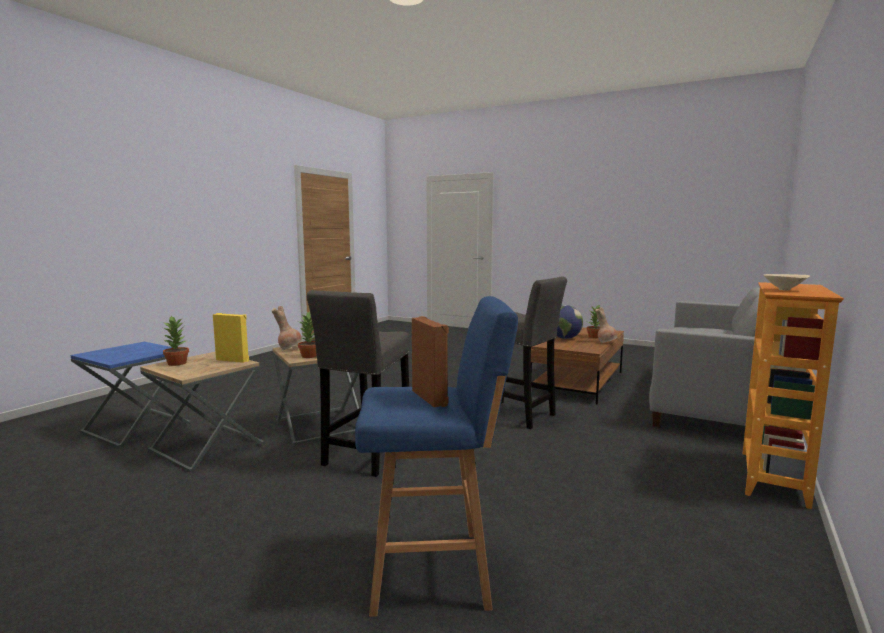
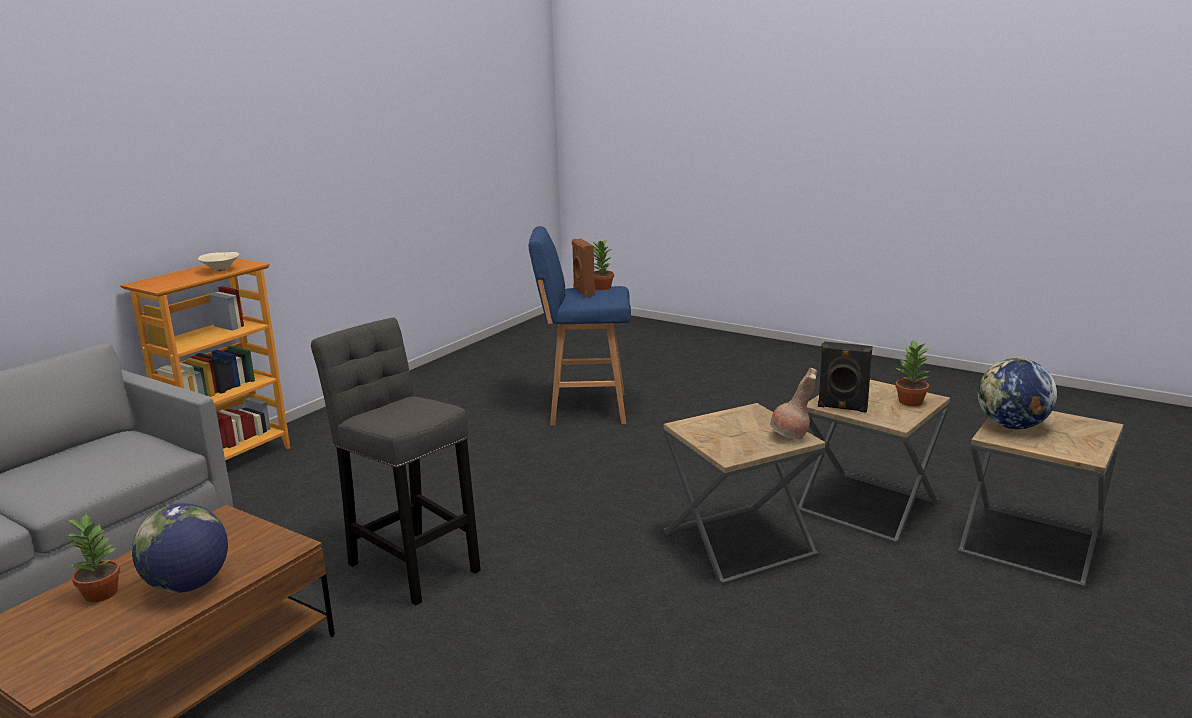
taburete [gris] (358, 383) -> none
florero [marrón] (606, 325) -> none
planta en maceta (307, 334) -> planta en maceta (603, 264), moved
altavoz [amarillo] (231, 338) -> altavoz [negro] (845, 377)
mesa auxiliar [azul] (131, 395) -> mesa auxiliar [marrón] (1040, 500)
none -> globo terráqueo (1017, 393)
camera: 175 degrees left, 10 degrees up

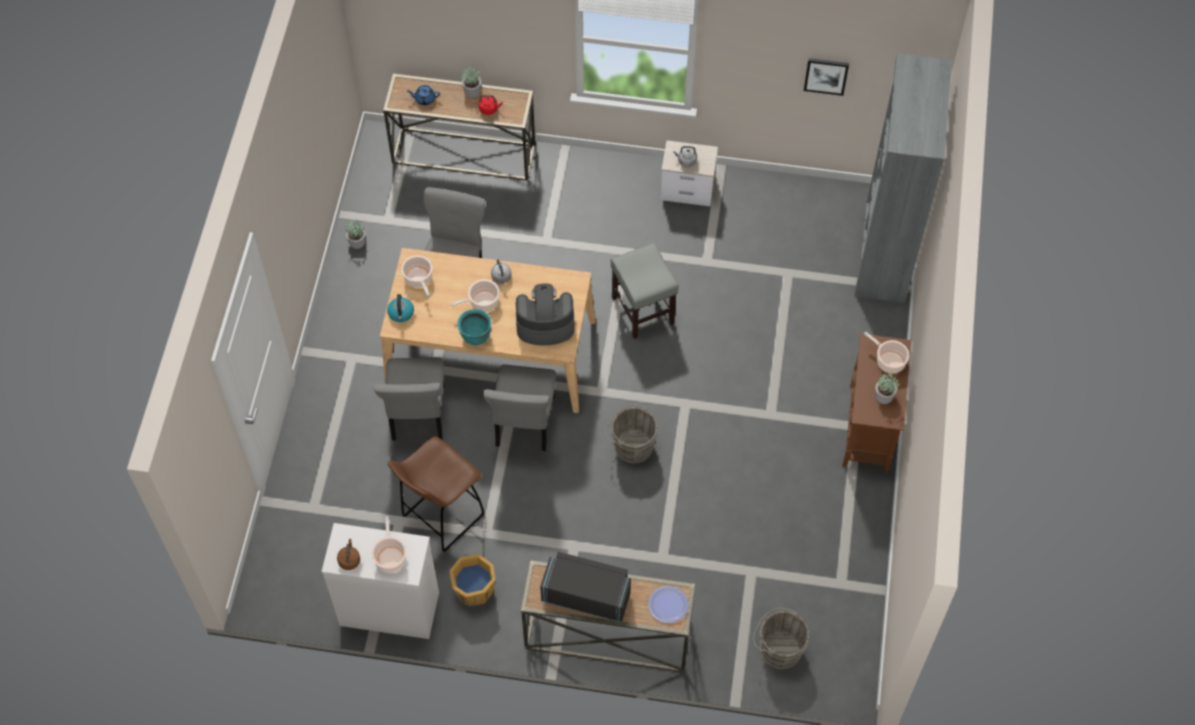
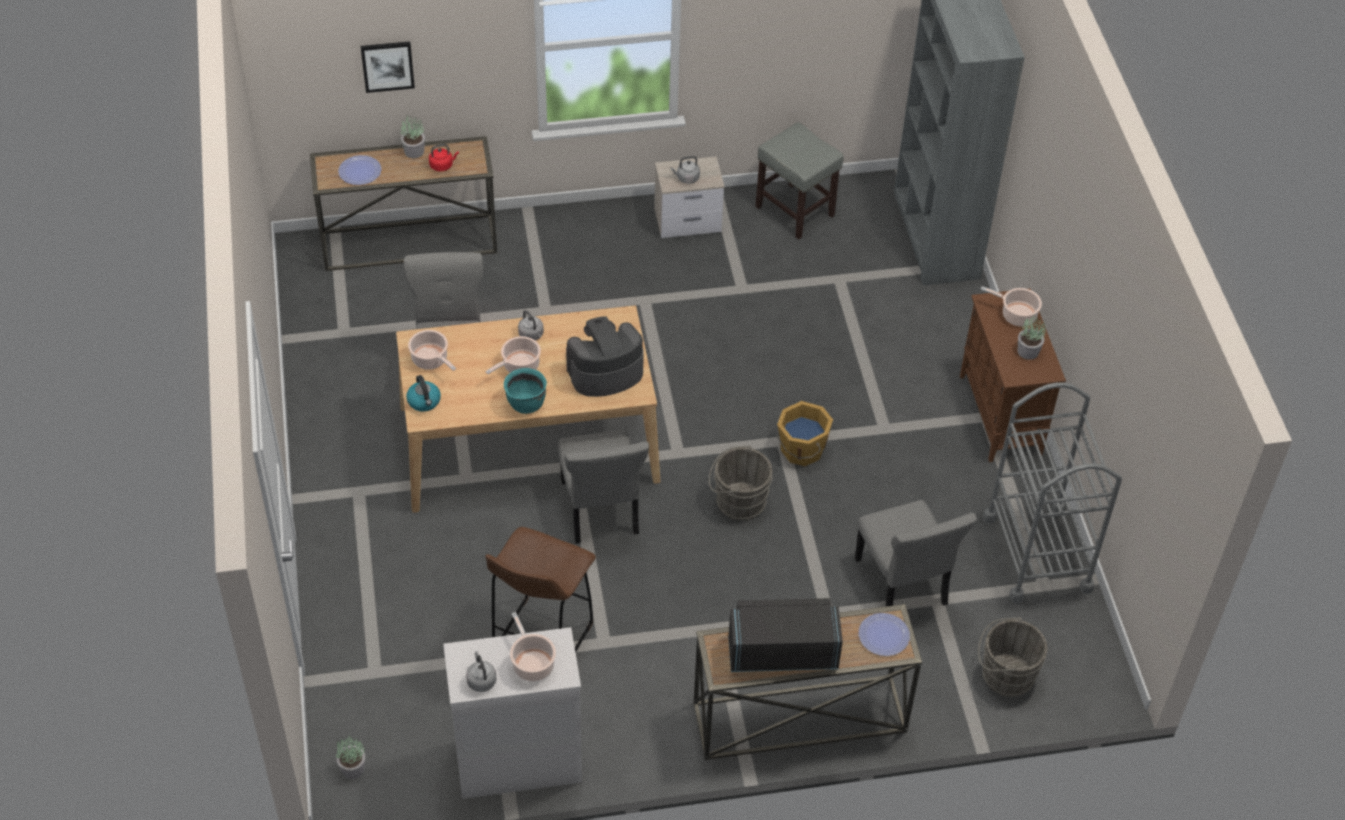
cuadro (826, 77) -> cuadro (388, 67), moved
tetera [azul] (423, 95) -> plato (359, 170)
planta en maceta (355, 234) -> planta en maceta (350, 756), moved
taburete [gris] (645, 291) -> taburete [gris] (799, 180), moved
silla [gris] (409, 399) -> silla [gris] (916, 553), moved
hervidor [marrón] (348, 554) -> hervidor [gris] (481, 671)
cubo [naranja] (472, 580) -> cubo [naranja] (805, 433), moved
none -> carrito [gris] (1052, 492)
camera: 20 degrees left, 10 degrees down

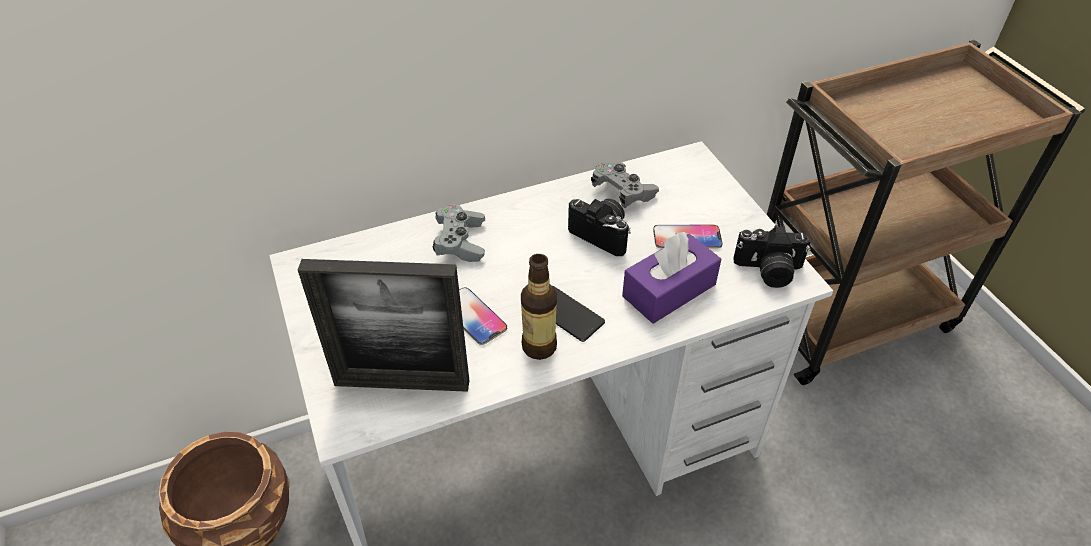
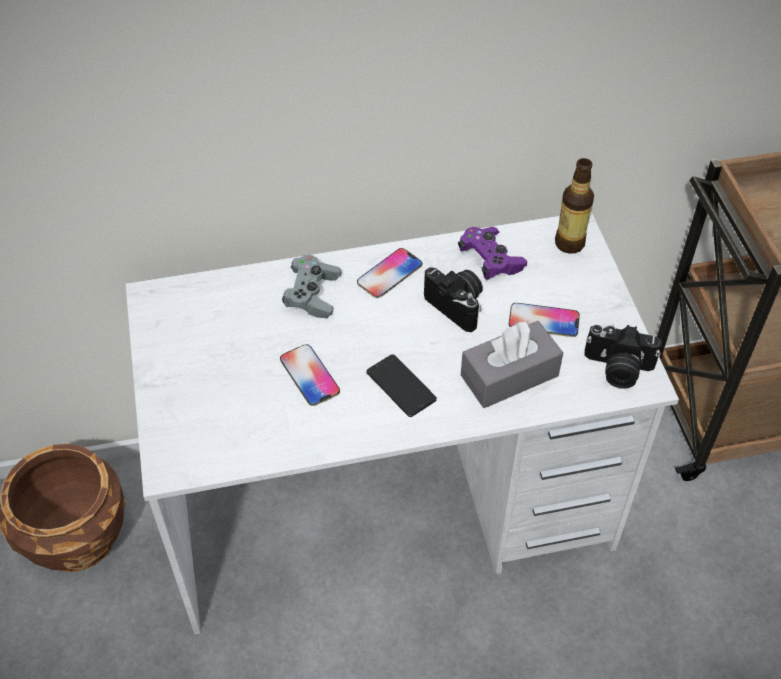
mando de consola [gris] (625, 185) -> mando de consola [morado] (492, 253)
caja de pañuelos [morado] (671, 277) -> caja de pañuelos [gris] (512, 364)
botella (539, 307) -> botella (574, 206), moved
portarretratos (383, 325) -> none
none -> móvil (389, 273)
camera: 10 degrees right, 5 degrees up

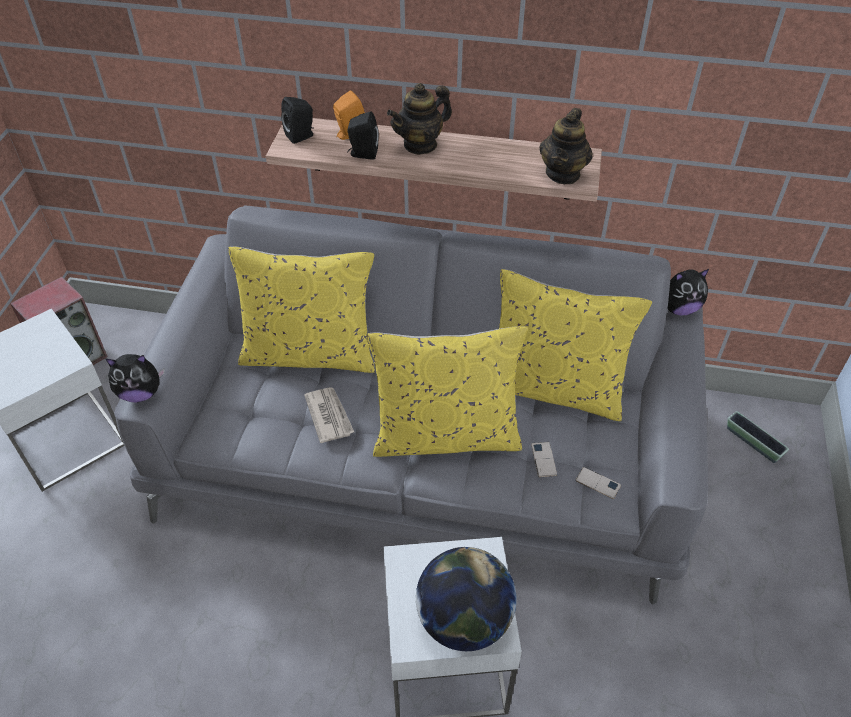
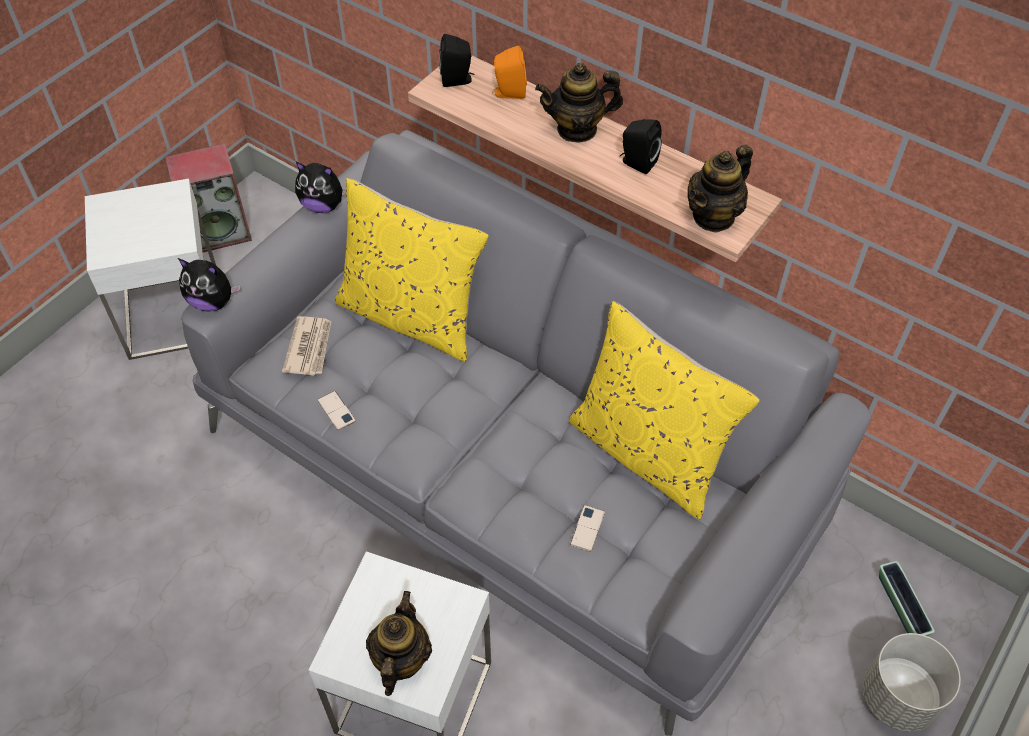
altavoz [negro] (363, 136) -> altavoz [negro] (641, 146), moved
peluche (688, 292) -> peluche (320, 187), moved
cojín [amarillo] (447, 391) -> none
periódico (329, 415) -> periódico (307, 346), moved
móvil (598, 483) -> móvil (336, 411), moved
globo terráqueo (466, 599) -> tetera (399, 643)
none -> maceta [gris] (912, 682)
camera: 25 degrees right, 5 degrees up

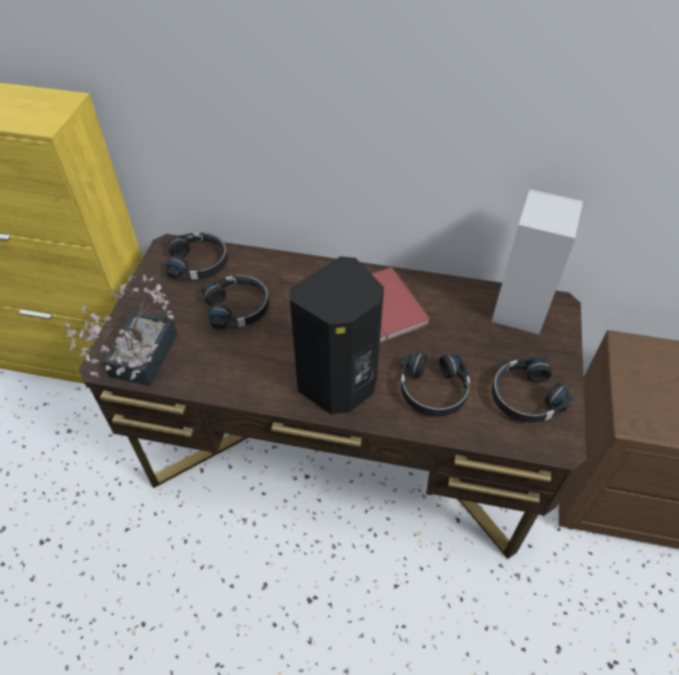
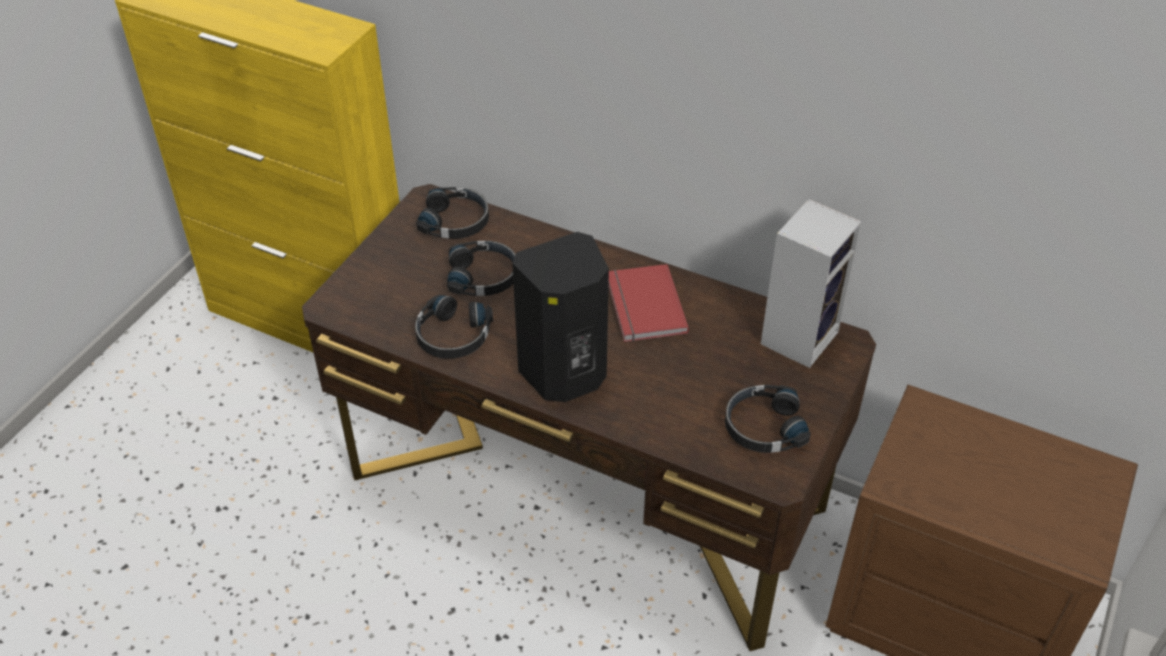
planta en maceta (121, 330) -> none
auriculares [negro] (435, 385) -> auriculares [negro] (454, 326), moved
camera: 15 degrees right, 5 degrees down

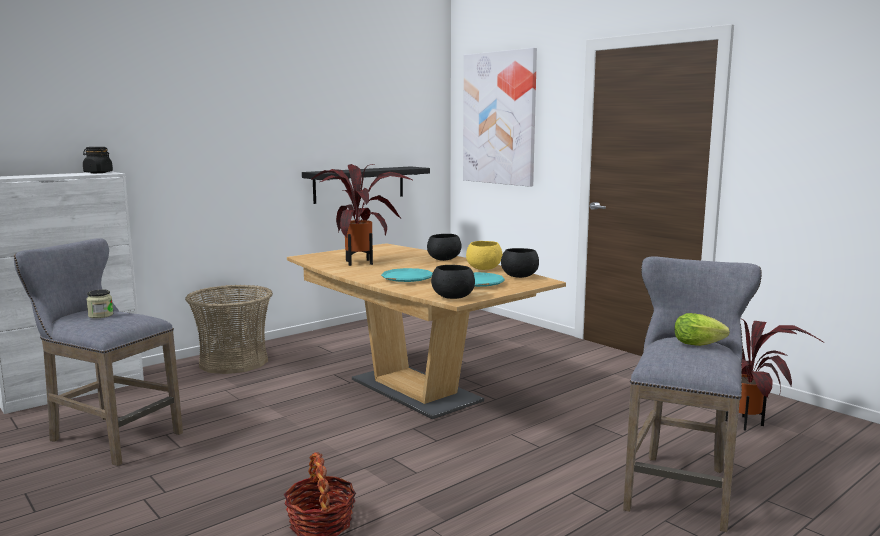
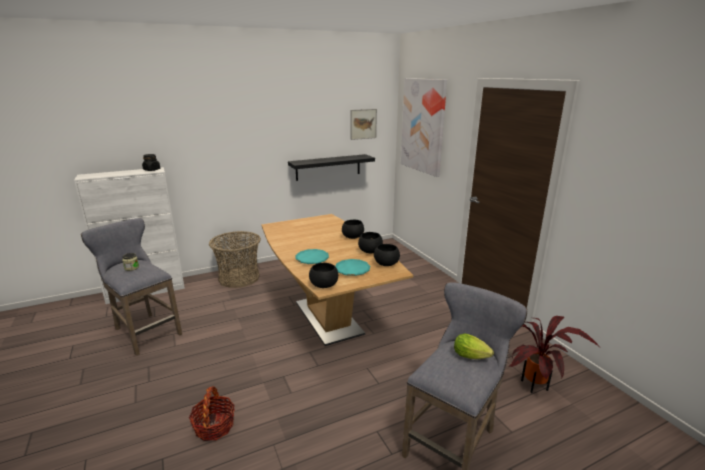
planta en maceta (361, 215) -> none
cuenco [amarillo] (484, 255) -> cuenco [negro] (370, 242)
none -> cuadro (363, 124)
camera: 15 degrees right, 10 degrees up

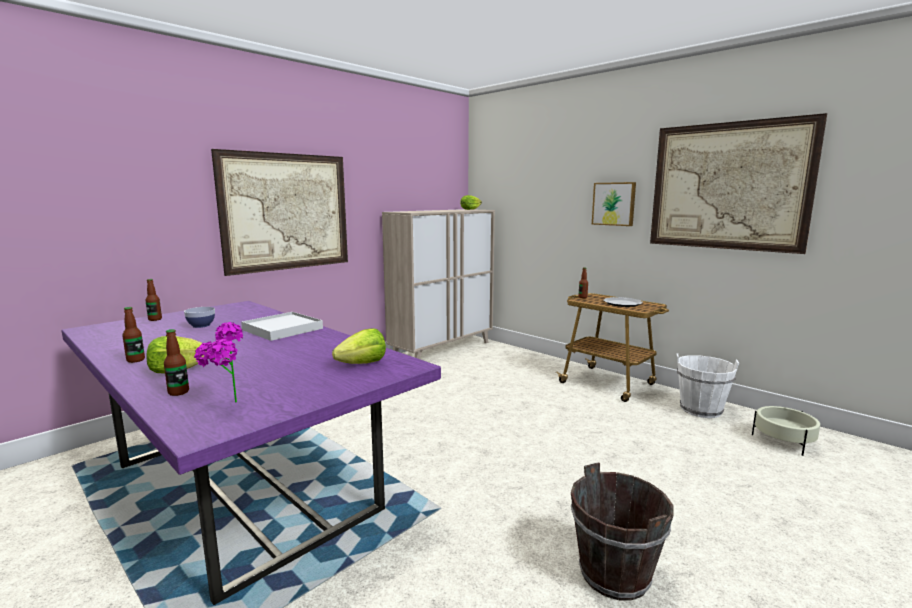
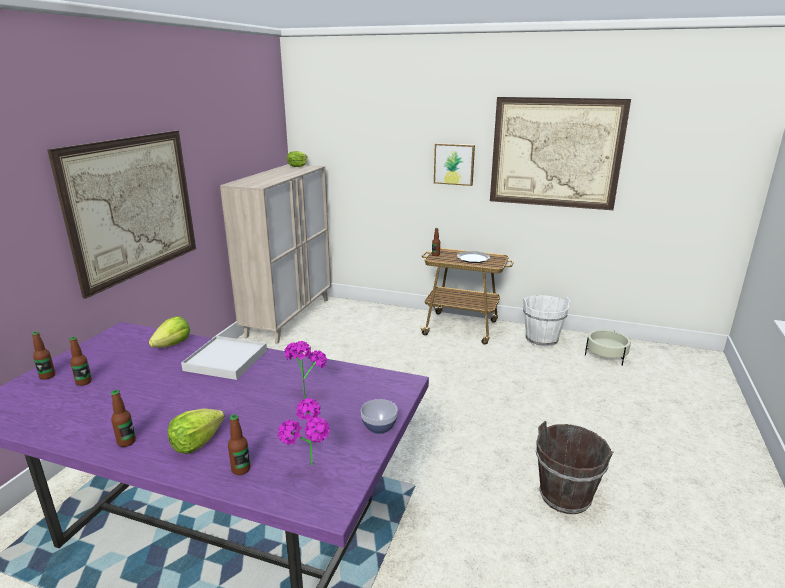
cuenco (199, 317) -> cuenco (379, 416), moved
lechuga (359, 346) -> lechuga (169, 332), moved
none -> botella (80, 361)
none -> planta en maceta (306, 370)
camera: 25 degrees left, 10 degrees up

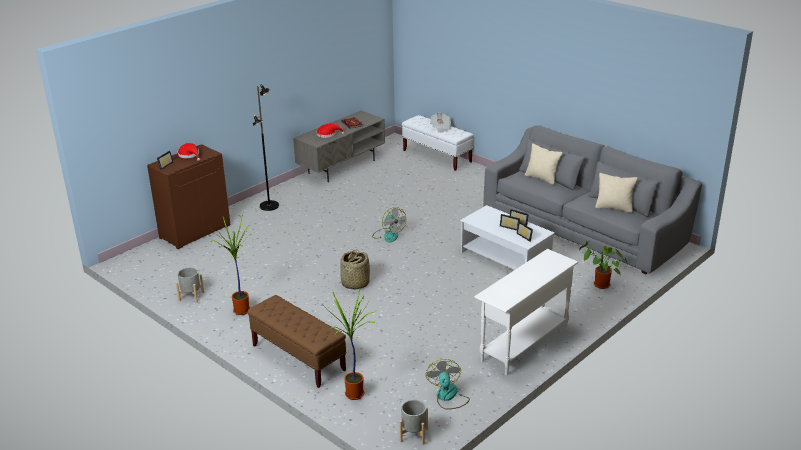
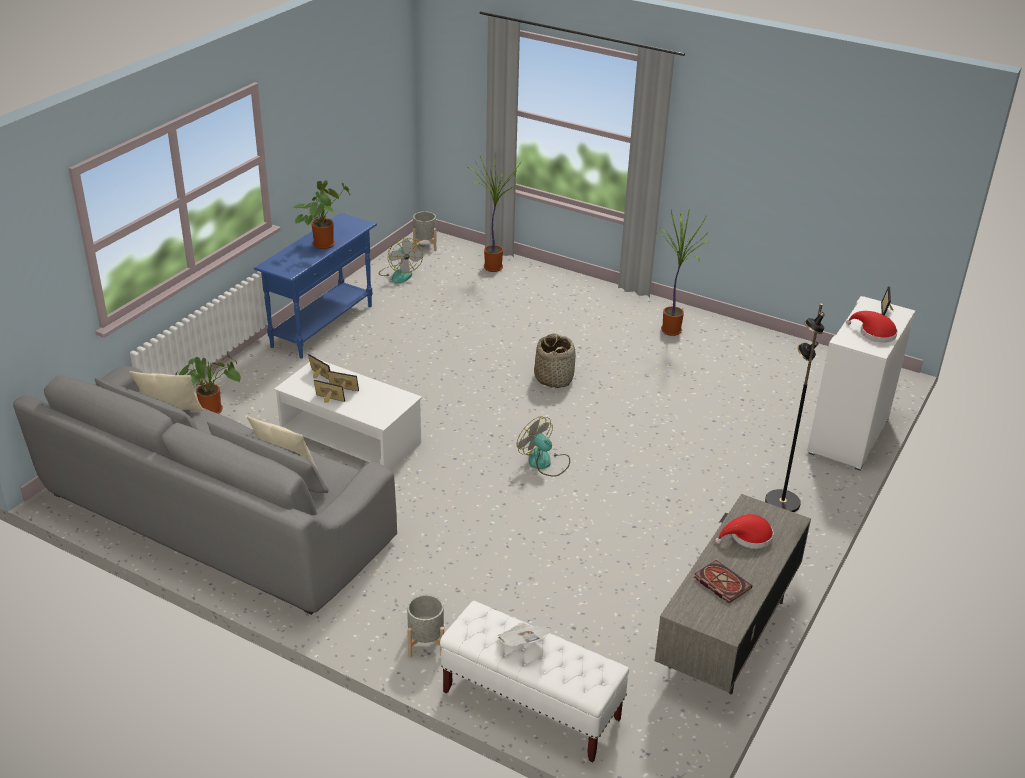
armario [marrón] (189, 196) -> armario [blanco] (861, 383)
mesa consola [blanco] (526, 312) -> mesa consola [azul] (315, 286)
maceta [gris] (190, 285) -> maceta [gris] (425, 626), moved
banco [marrón] (297, 341) -> none
none -> planta en maceta (322, 214)
camera: 165 degrees right, 5 degrees up

